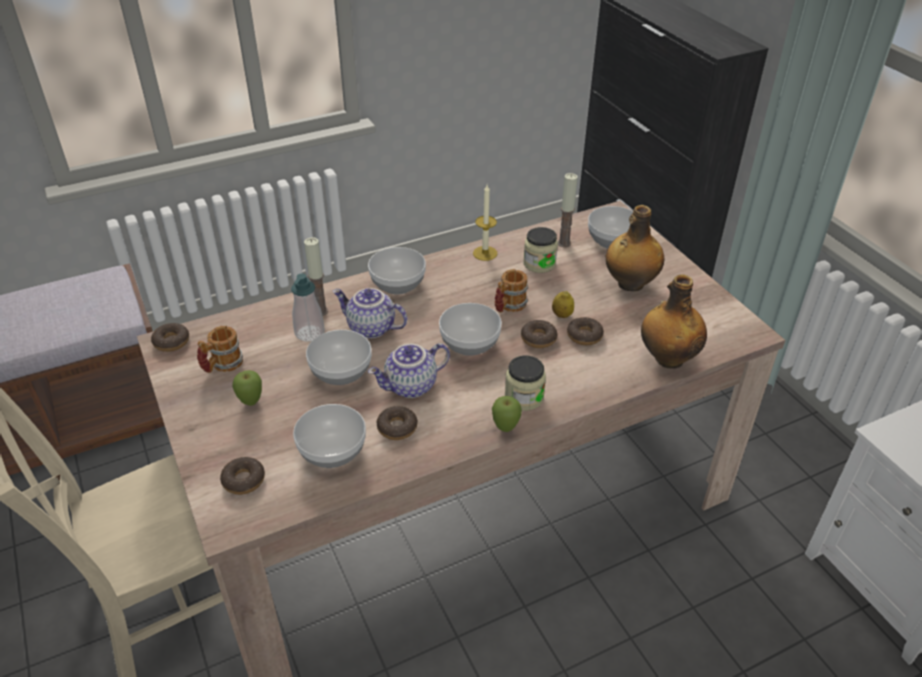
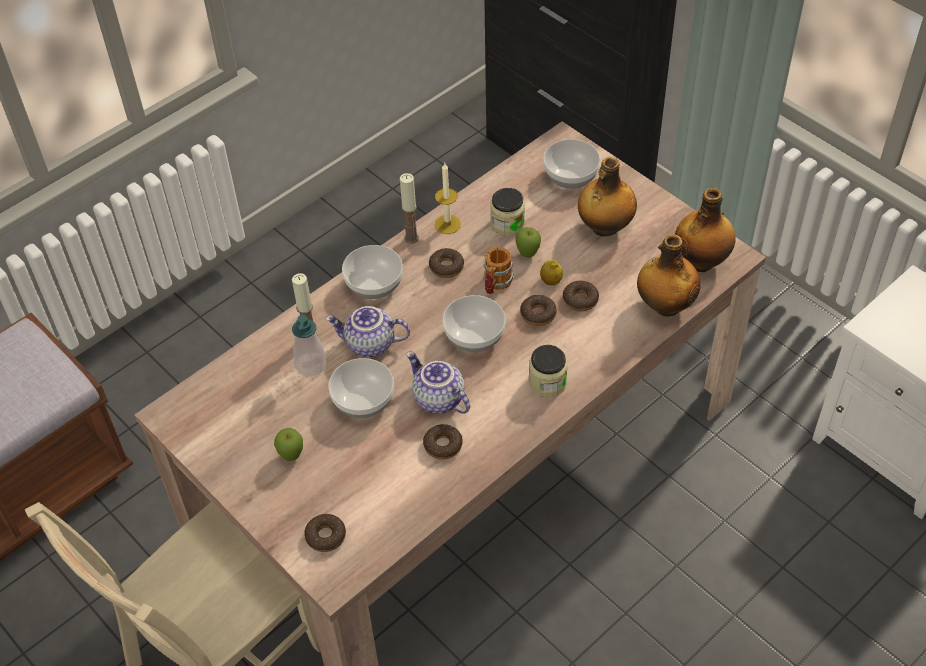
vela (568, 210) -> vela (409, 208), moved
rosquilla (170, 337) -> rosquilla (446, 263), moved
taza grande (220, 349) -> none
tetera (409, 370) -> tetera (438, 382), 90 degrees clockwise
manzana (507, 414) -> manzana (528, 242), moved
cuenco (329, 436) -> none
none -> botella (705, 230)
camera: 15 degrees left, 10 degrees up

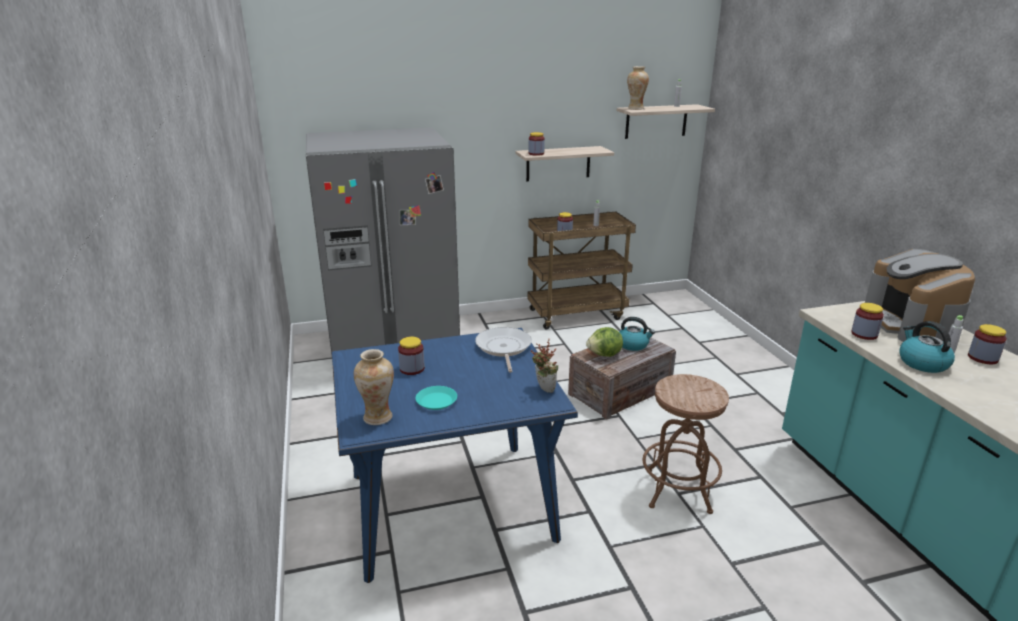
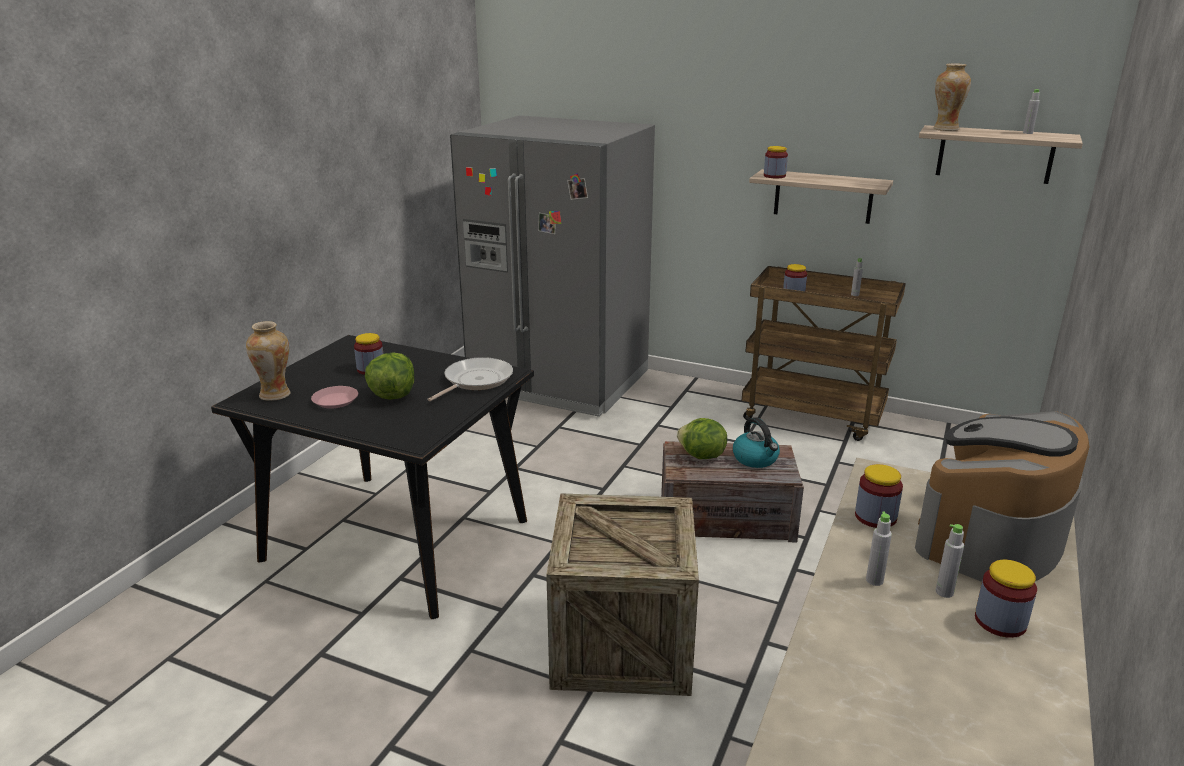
hervidor (927, 347) -> botella [gris] (879, 548)
mesa de comedor [azul] (455, 455) -> mesa de comedor [negro] (372, 477)
planta en maceta (544, 366) -> none
taburete [marrón] (686, 444) -> caja de embalaje (622, 594)
plato [turquesa] (436, 398) -> plato [rosa] (334, 397)
none -> lechuga (389, 375)
camera: 40 degrees right, 0 degrees up

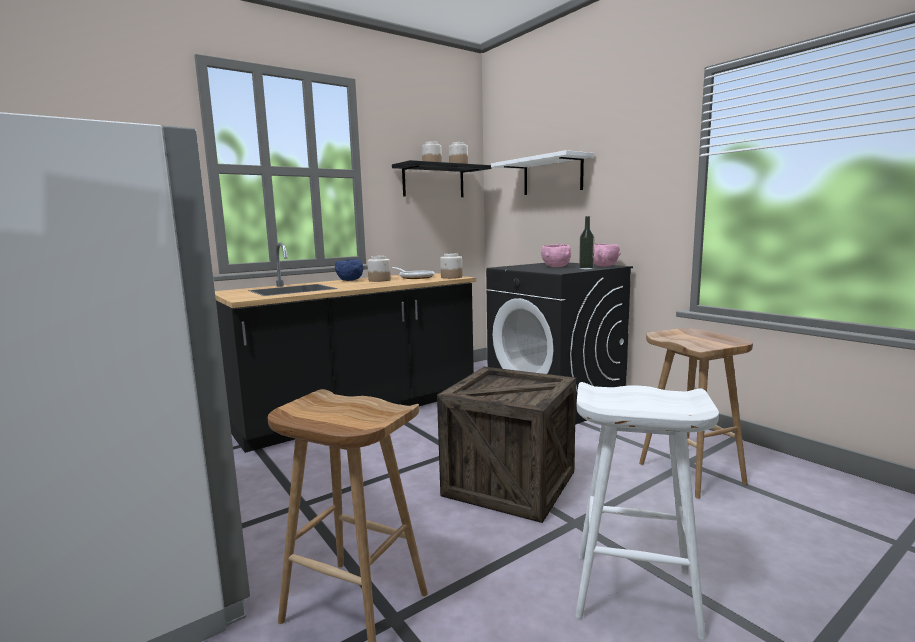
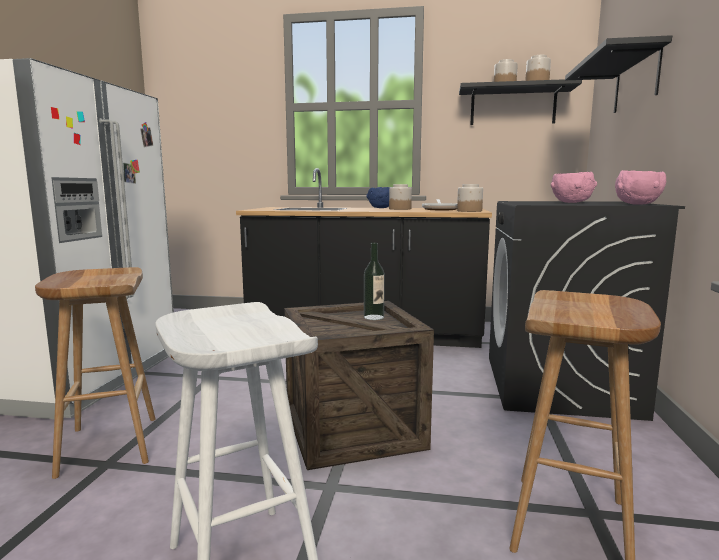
estante [blanco] (542, 172) -> estante [negro] (618, 74)
botella (586, 242) -> botella (374, 281), moved
camera: 45 degrees right, 0 degrees up

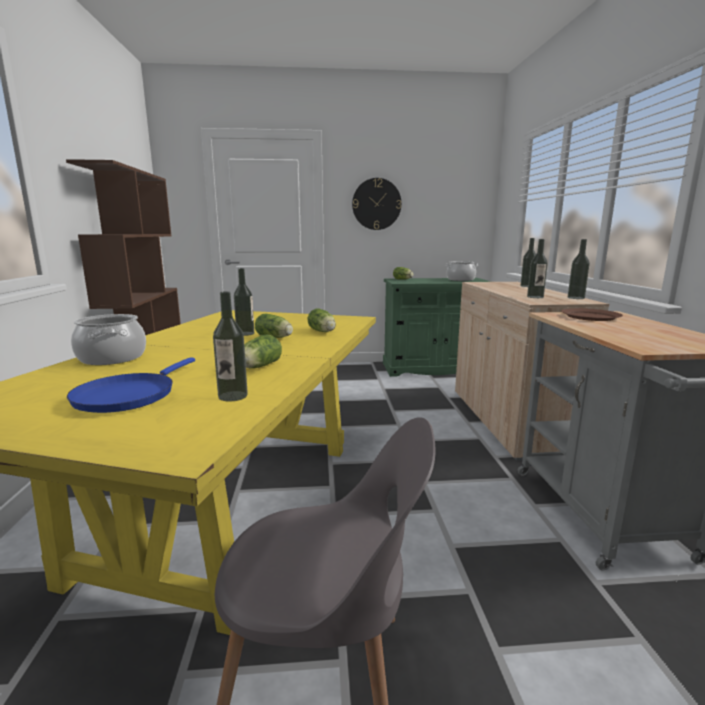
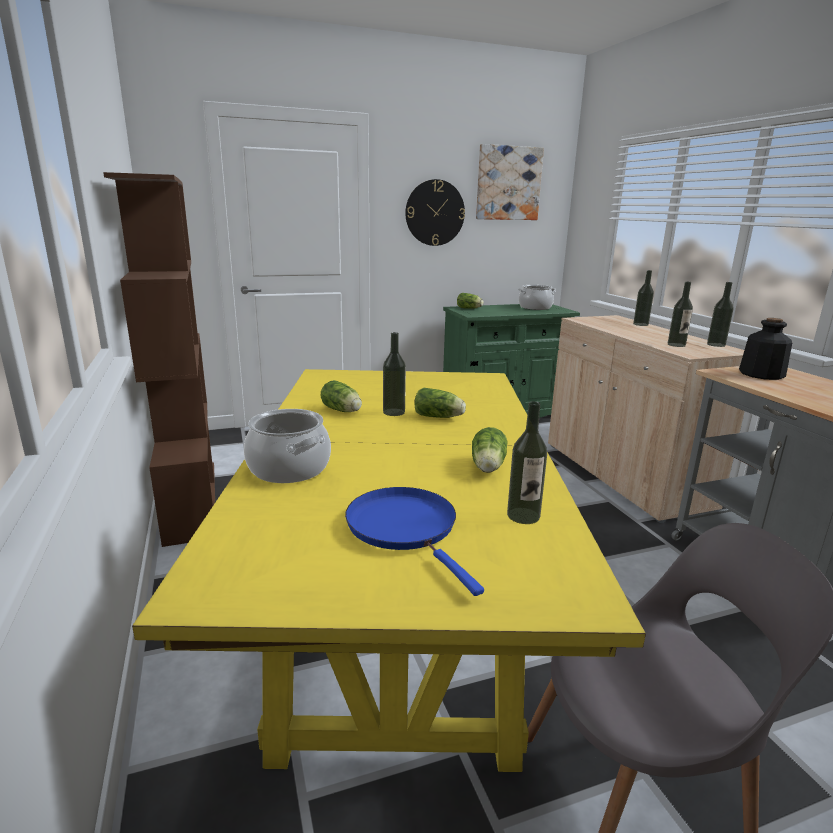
lechuga (322, 320) -> lechuga (341, 396), moved
plato [marrón] (592, 314) -> botella (765, 349)
sartén [azul] (131, 385) -> sartén [azul] (414, 541), 150 degrees clockwise
none -> cuadro (510, 182)
camera: 15 degrees left, 5 degrees up

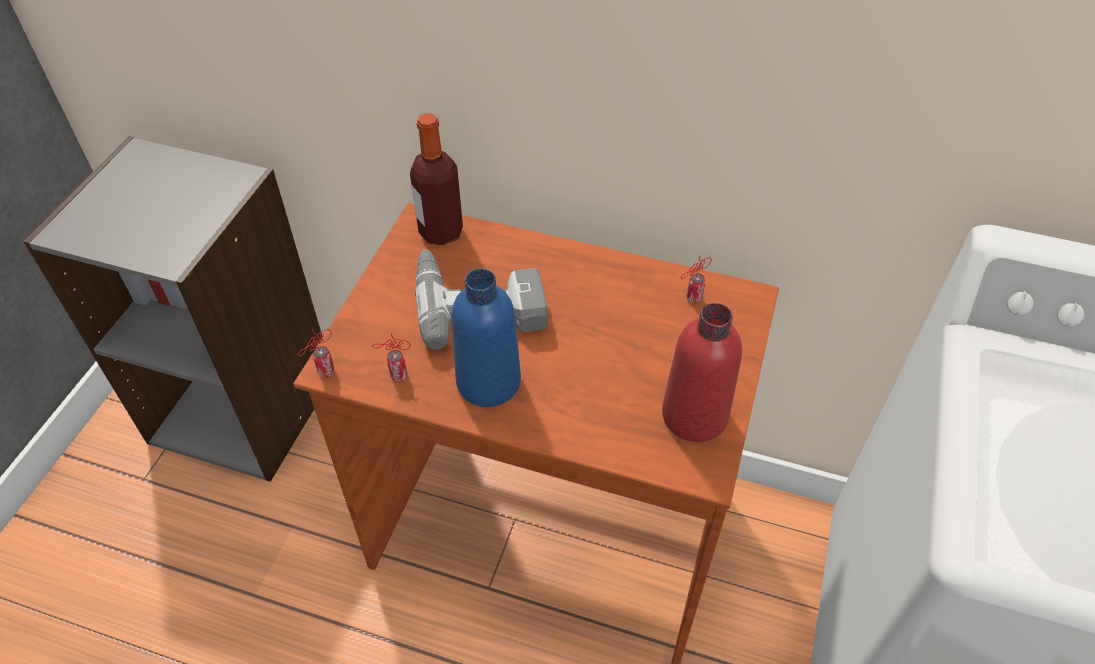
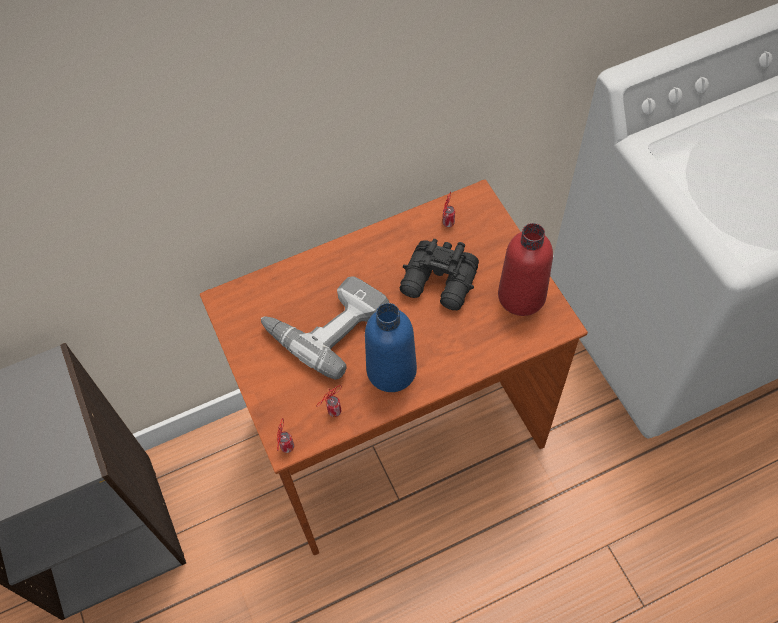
botella (436, 179) -> none
none -> prismáticos [negro] (439, 274)
camera: 40 degrees left, 10 degrees up

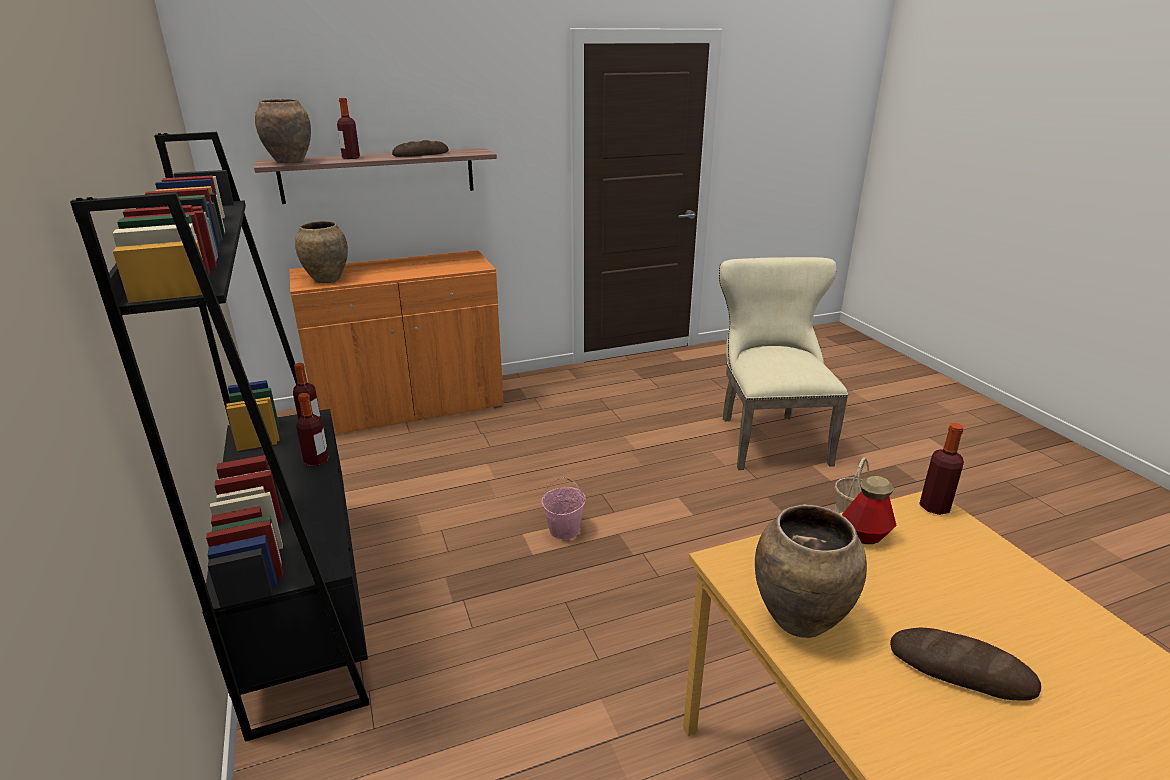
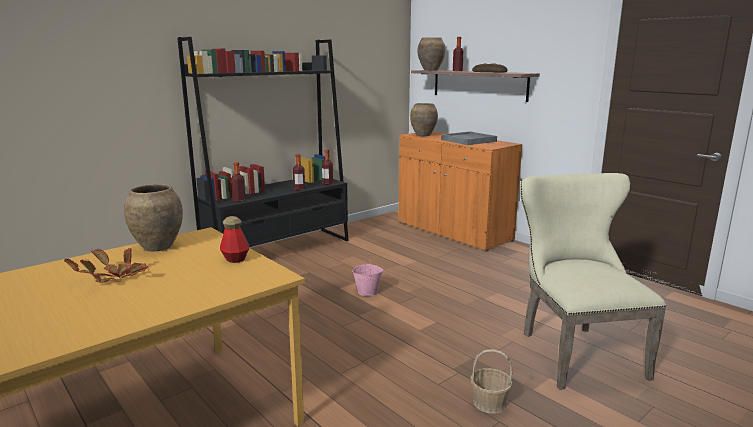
silla [beis] (783, 363) -> silla [beis] (593, 281), 75 degrees counterclockwise
botella (941, 469) -> botella (238, 182), moved
pan (965, 664) -> planta en maceta (106, 265)
none -> bandeja [gris] (469, 138)
camera: 70 degrees right, 10 degrees down

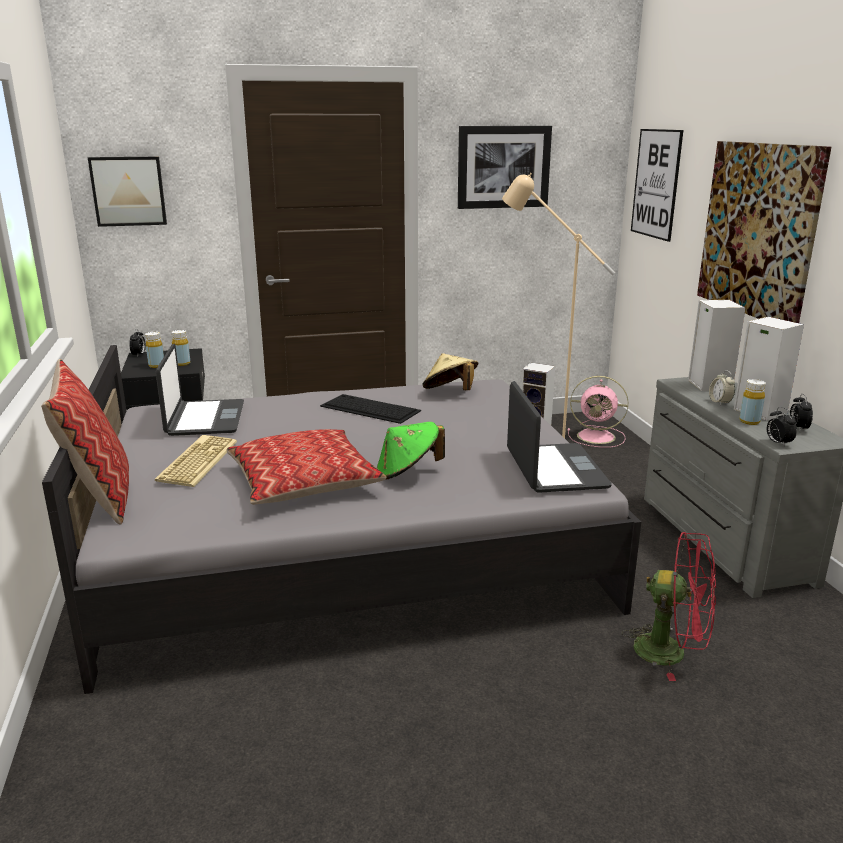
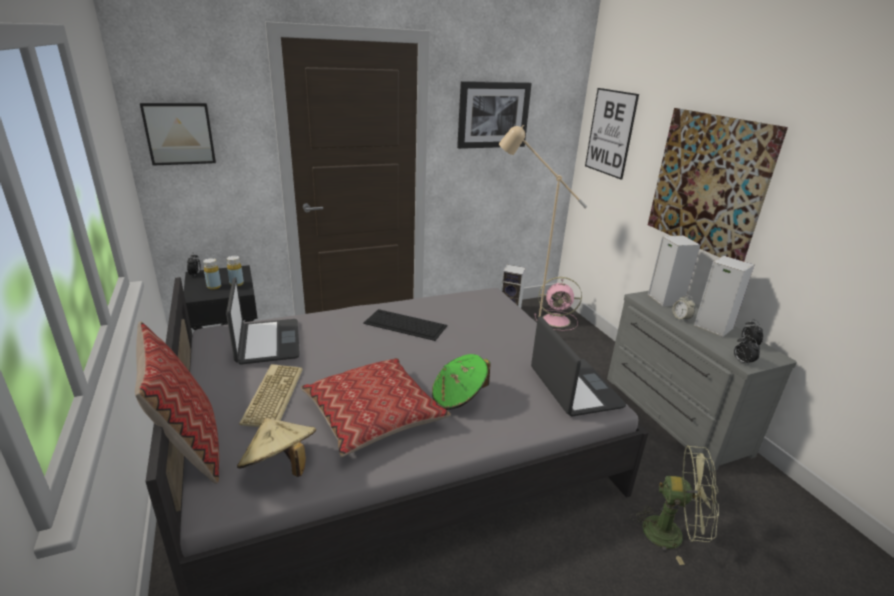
sombrero [beis] (450, 371) -> sombrero [beis] (276, 447), moved
botella [amarillo] (752, 402) -> none
ventilador [rojo] (668, 606) -> ventilador [verde] (674, 505)
camera: 10 degrees left, 5 degrees up

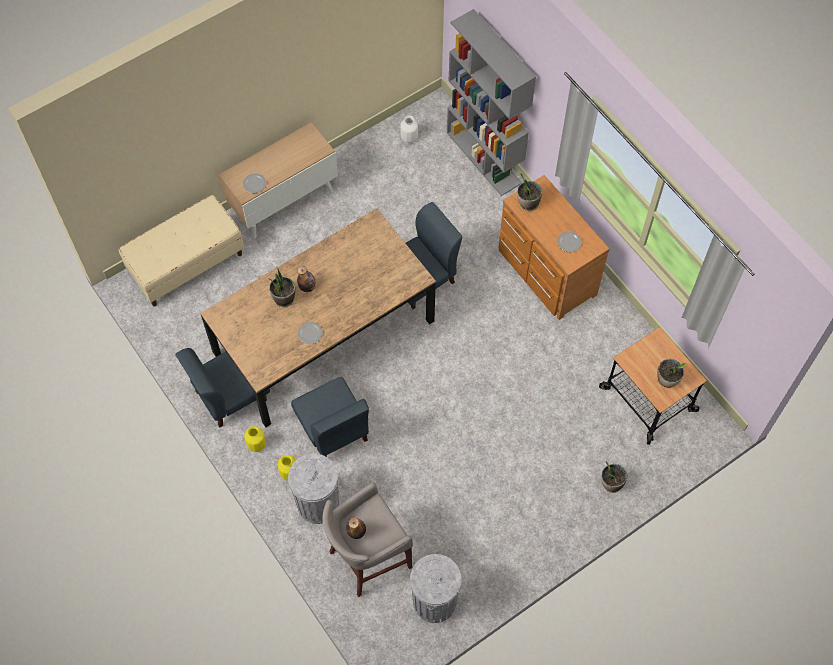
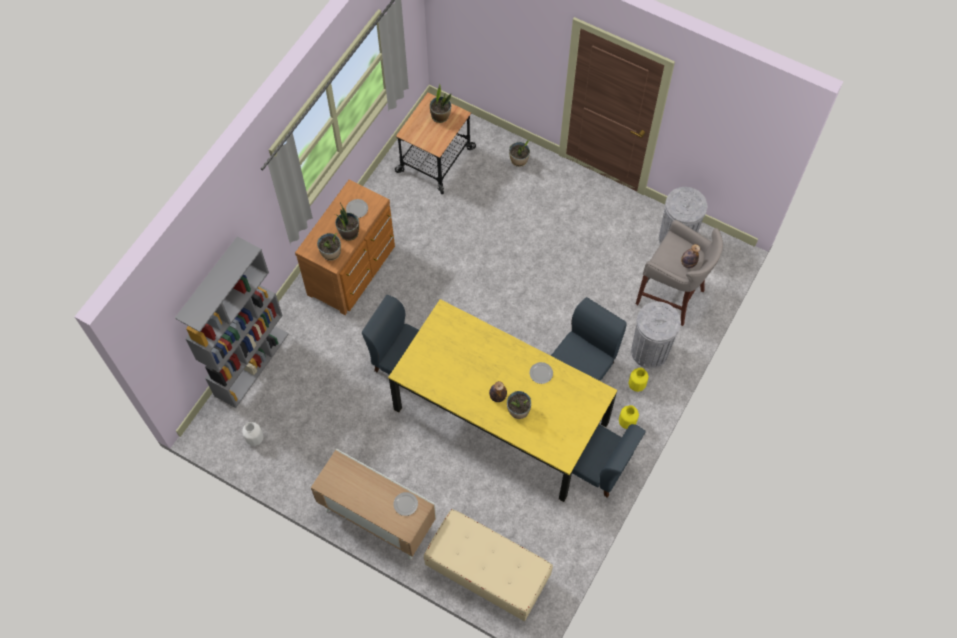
mesa de comedor [marrón] (318, 317) -> mesa de comedor [amarillo] (502, 400)
none -> planta en maceta (347, 222)
camera: 115 degrees left, 0 degrees up

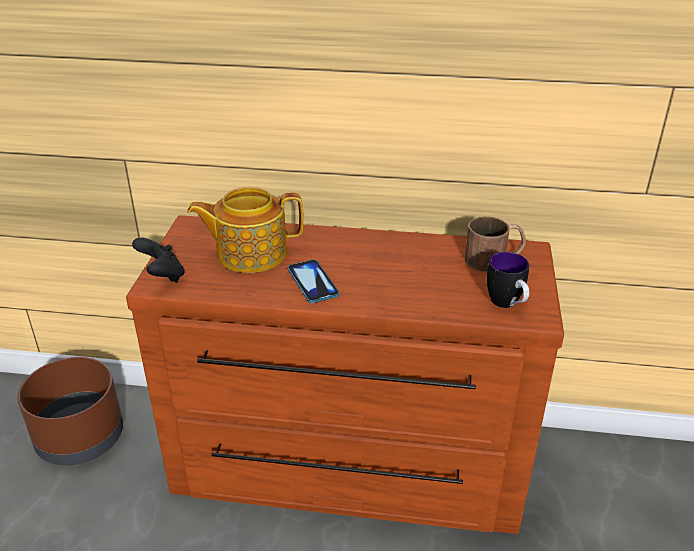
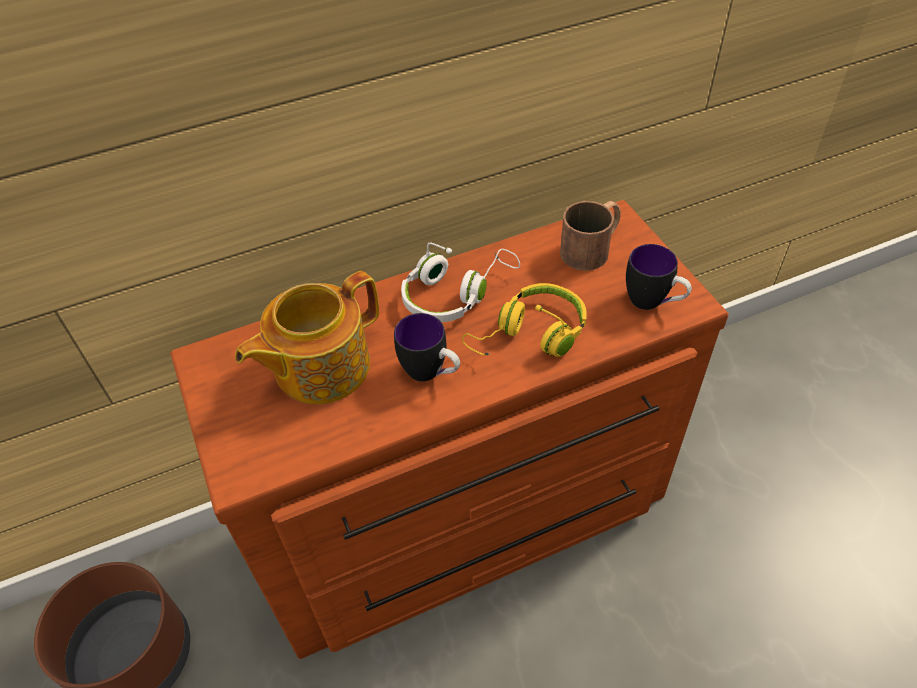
mando de consola [negro] (158, 259) -> none
móvil (313, 281) -> taza grande (427, 347)
none -> auriculares [blanco] (460, 282)
none -> auriculares [amarillo] (524, 320)
camera: 30 degrees left, 15 degrees up

